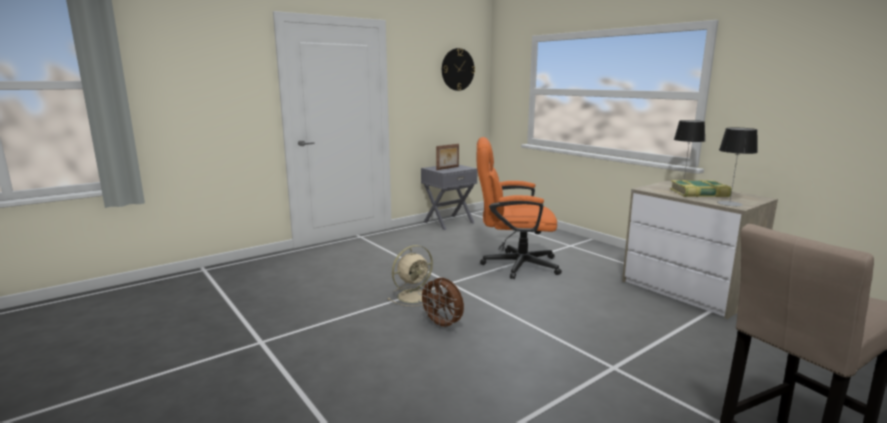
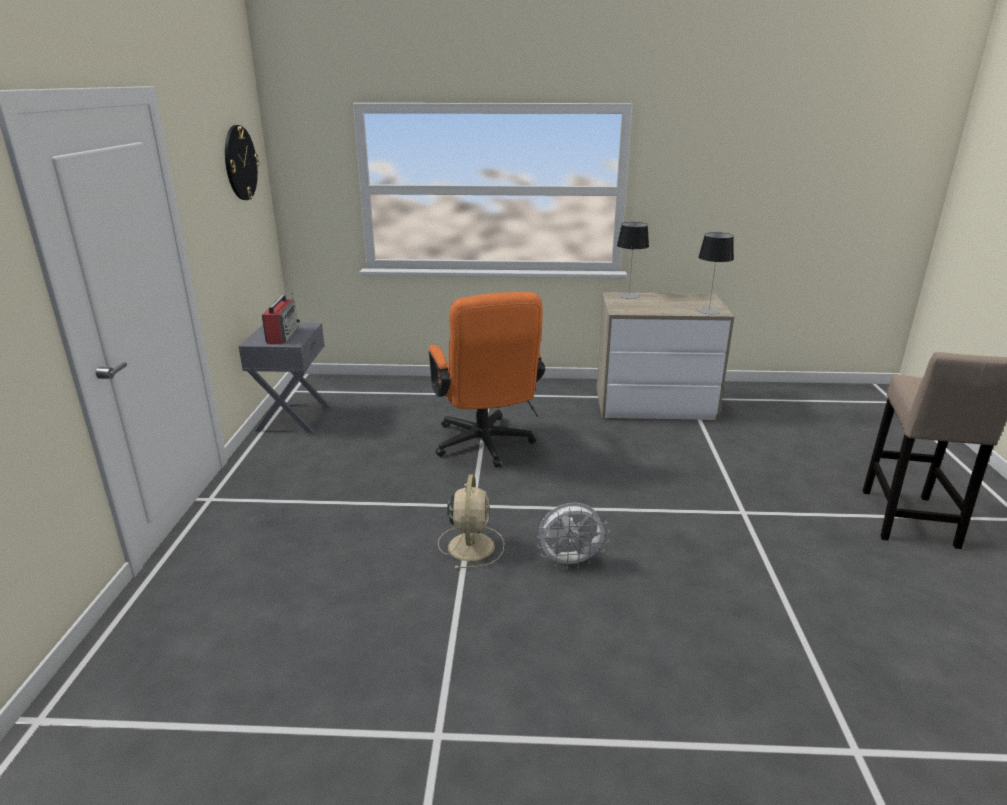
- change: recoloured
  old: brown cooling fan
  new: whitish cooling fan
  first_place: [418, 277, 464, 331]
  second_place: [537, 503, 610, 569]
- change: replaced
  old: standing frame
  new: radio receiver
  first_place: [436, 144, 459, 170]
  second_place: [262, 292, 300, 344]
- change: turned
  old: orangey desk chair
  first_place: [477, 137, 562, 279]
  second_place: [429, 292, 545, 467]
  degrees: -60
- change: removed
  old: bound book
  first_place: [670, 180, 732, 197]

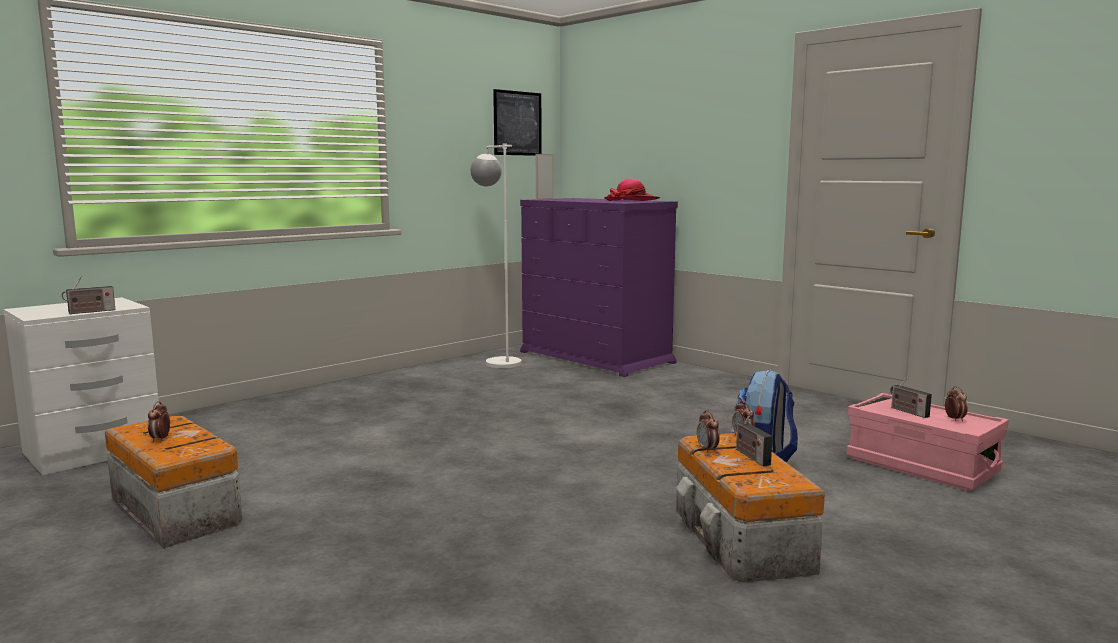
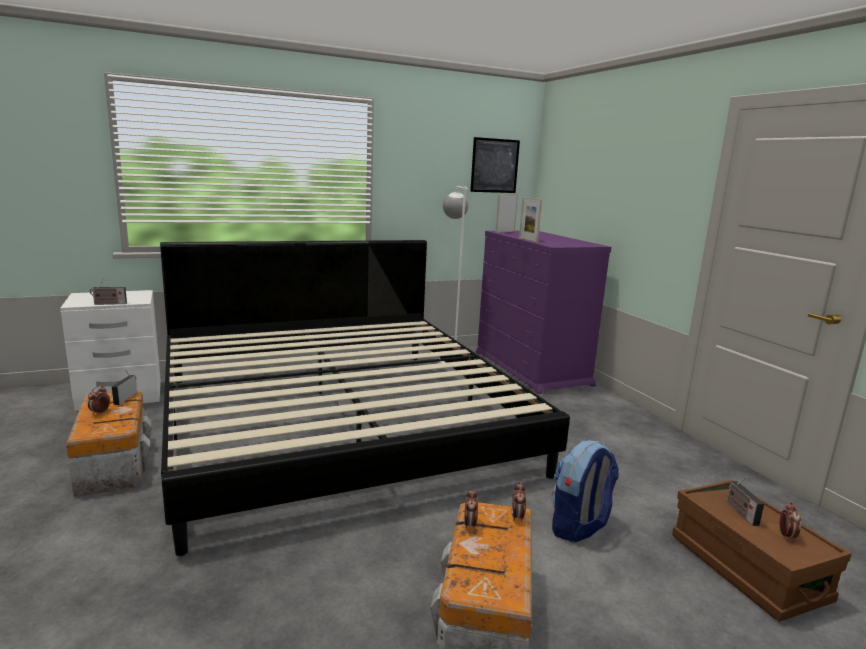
- change: removed
  old: hat
  first_place: [604, 179, 660, 201]
- change: moved
  old: radio receiver
  first_place: [736, 411, 772, 466]
  second_place: [112, 369, 137, 405]
- change: recoloured
  old: pinkish storage bin
  new: brown storage bin
  first_place: [847, 393, 1009, 491]
  second_place: [672, 479, 852, 622]
- change: added
  new: bed
  second_place: [160, 240, 570, 556]
- change: added
  new: standing frame
  second_place: [519, 197, 542, 242]

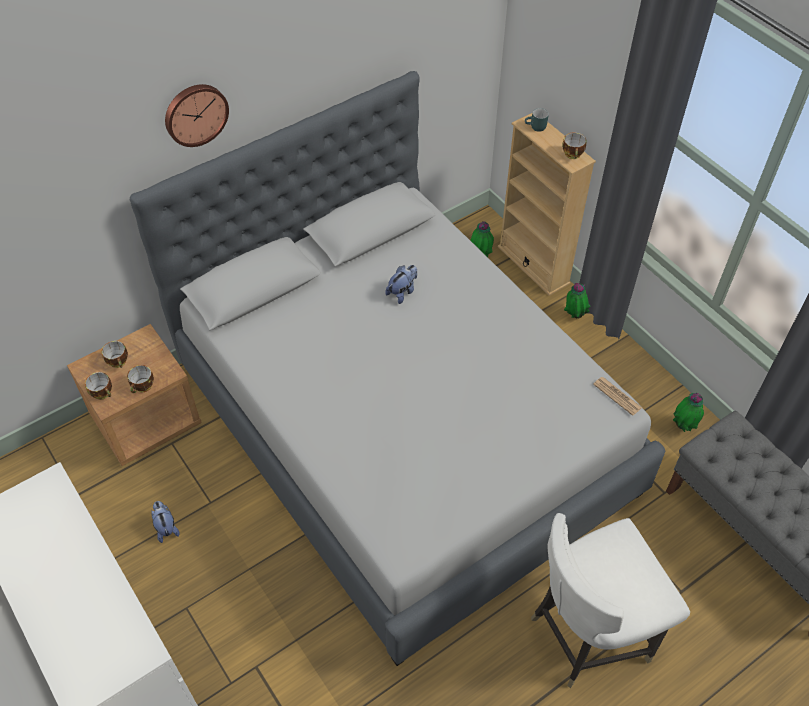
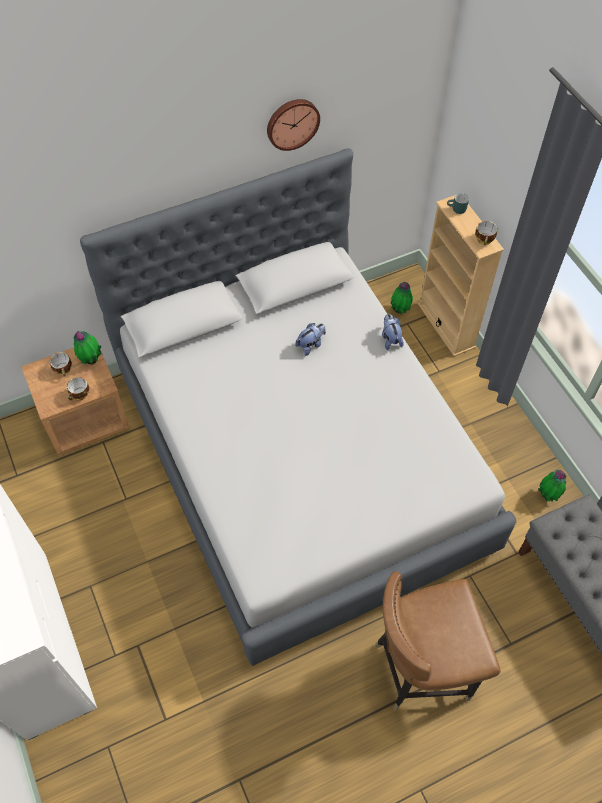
- change: removed
  old: small cup
  first_place: [85, 372, 112, 400]
- change: moved
  old: soft toy
  first_place: [151, 501, 180, 543]
  second_place: [382, 314, 404, 350]
- change: moved
  old: hanging clock
  first_place: [165, 84, 229, 147]
  second_place: [267, 99, 320, 151]
- change: recoloured
  old: whitish plain chair
  new: brown plain chair
  first_place: [531, 513, 690, 688]
  second_place: [375, 571, 501, 711]
- change: moved
  old: plant in a pot
  first_place: [564, 283, 591, 318]
  second_place: [74, 331, 101, 365]
- change: removed
  old: newspaper
  first_place: [593, 377, 642, 416]

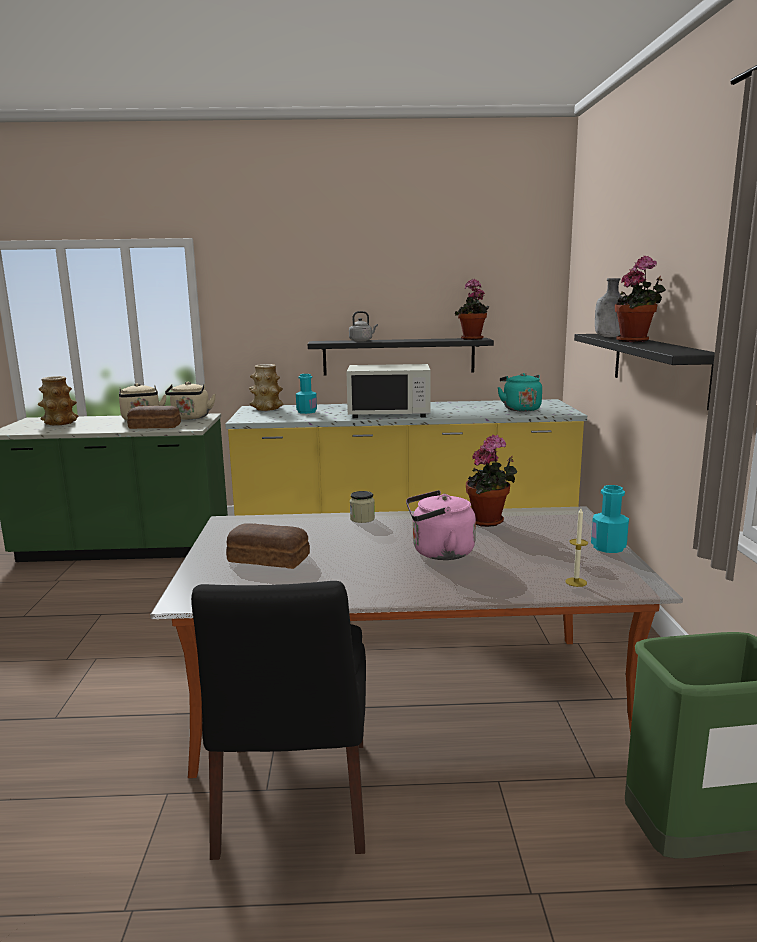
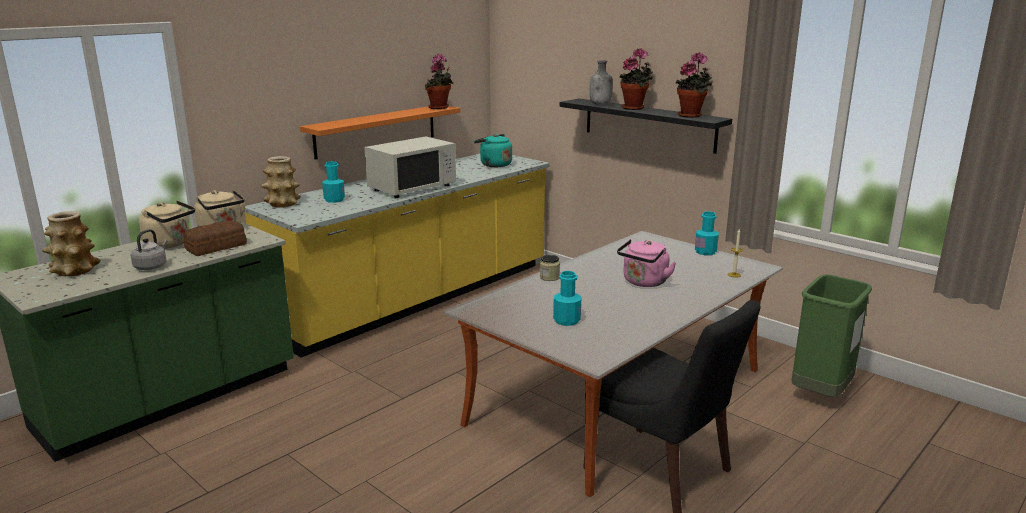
- change: replaced
  old: bread
  new: turquoise drink bottle
  first_place: [226, 524, 310, 569]
  second_place: [553, 271, 582, 326]
- change: recoloured
  old: blackish bracket shelf
  new: orangey bracket shelf
  first_place: [308, 338, 494, 375]
  second_place: [300, 106, 460, 160]
- change: moved
  old: grey tea kettle
  first_place: [349, 311, 378, 342]
  second_place: [131, 229, 168, 270]
- change: moved
  old: plant in a pot
  first_place: [466, 435, 517, 527]
  second_place: [676, 52, 712, 118]

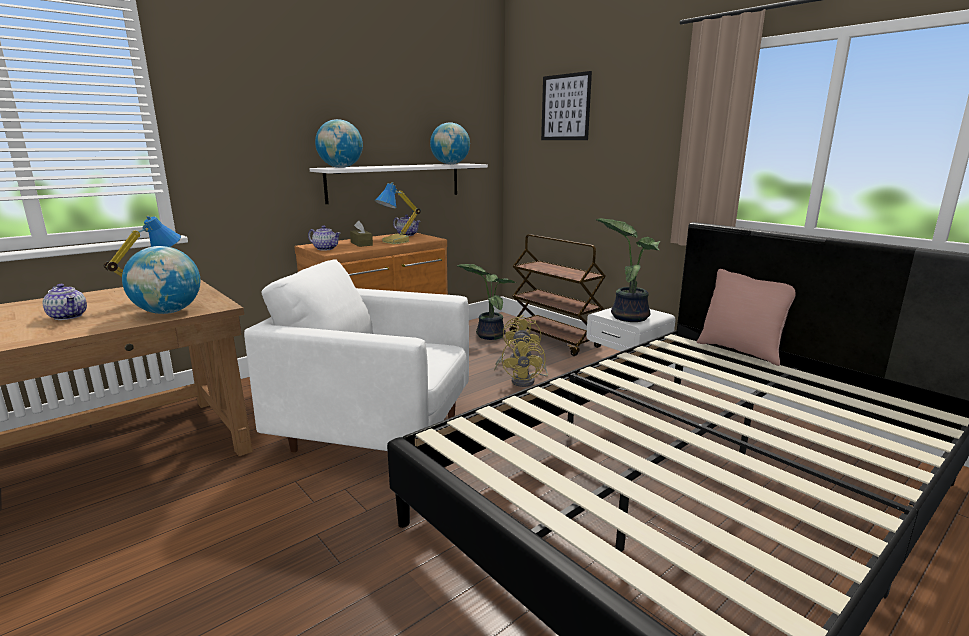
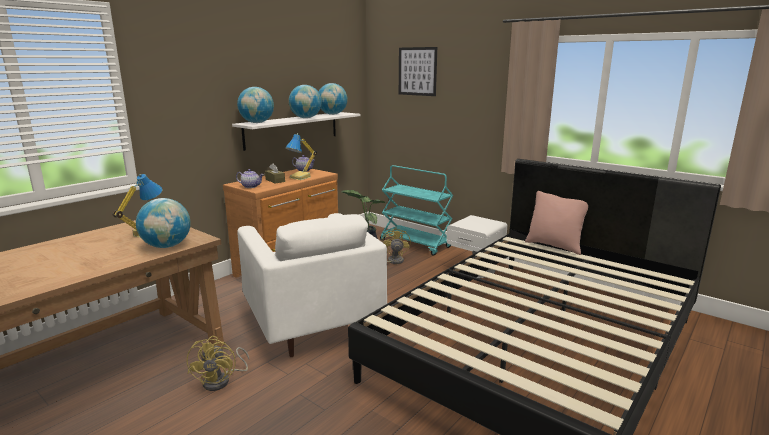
- change: removed
  old: teapot
  first_place: [43, 284, 87, 320]
- change: turned
  old: whitish armchair
  first_place: [244, 259, 469, 452]
  second_place: [237, 213, 387, 357]
  degrees: -120
- change: moved
  old: yellowish cooling fan
  first_place: [502, 336, 548, 387]
  second_place: [187, 336, 249, 391]
- change: recoloured
  old: brown wheeled cart
  new: turquoise wheeled cart
  first_place: [510, 234, 606, 356]
  second_place: [380, 165, 453, 256]
- change: removed
  old: plant in a pot
  first_place: [595, 218, 660, 322]
- change: added
  new: world globe
  second_place: [289, 85, 322, 118]

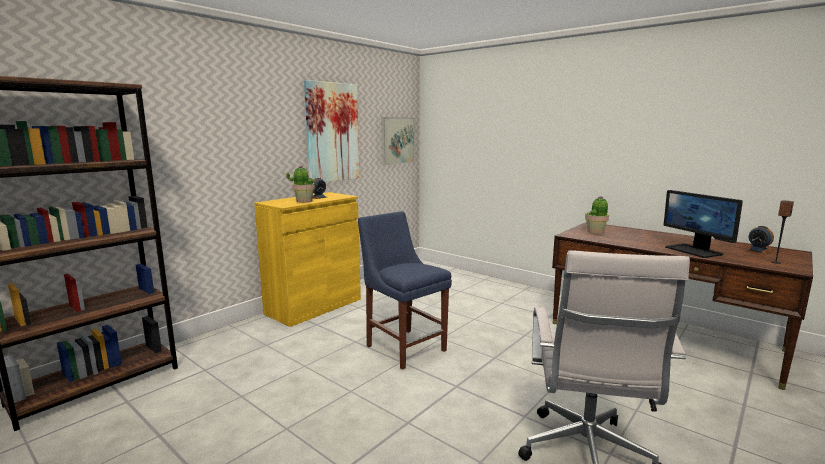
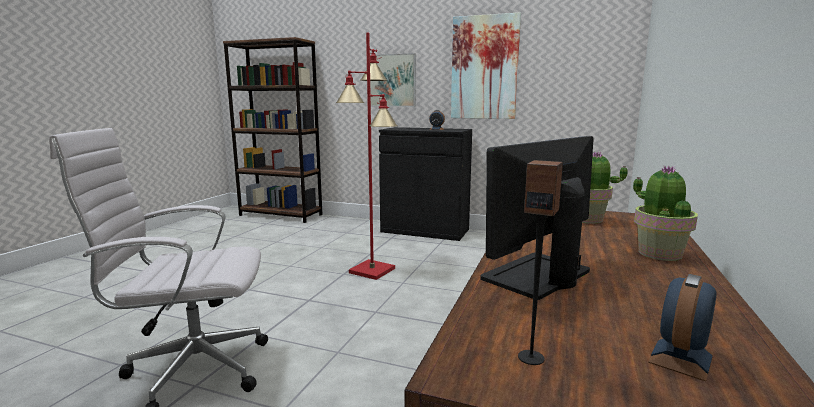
- change: recoloured
  old: yellowish storage cabinet
  new: blackish storage cabinet
  first_place: [254, 192, 361, 327]
  second_place: [379, 127, 472, 241]
- change: moved
  old: plant in a pot
  first_place: [286, 165, 315, 203]
  second_place: [633, 165, 698, 261]
- change: replaced
  old: bluish plain chair
  new: red-coloured standard lamp
  first_place: [358, 211, 452, 370]
  second_place: [336, 32, 398, 280]
- change: moved
  old: wall picture
  first_place: [381, 117, 415, 165]
  second_place: [370, 53, 416, 107]

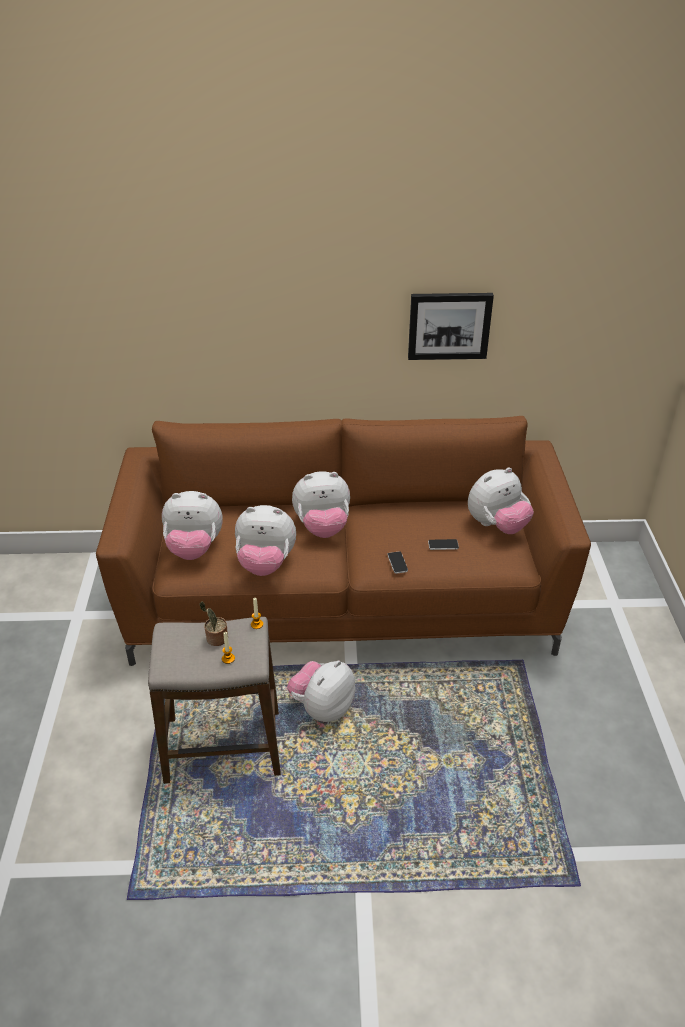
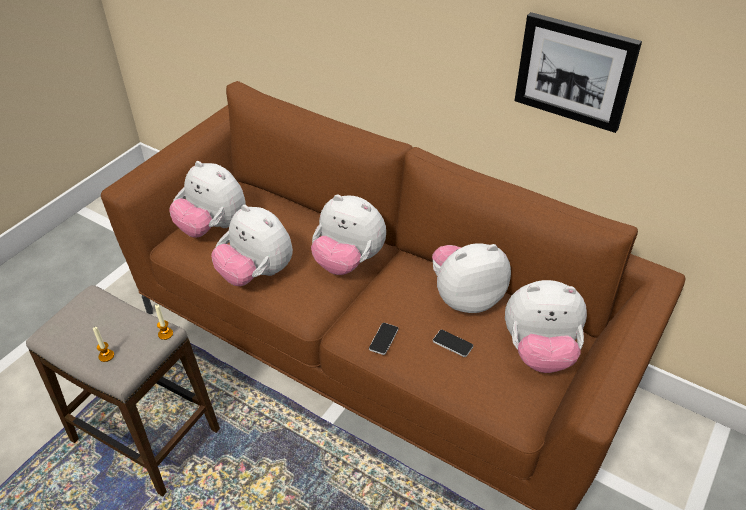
- change: removed
  old: plant in a pot
  first_place: [200, 602, 228, 646]
- change: moved
  old: soft toy
  first_place: [287, 660, 355, 722]
  second_place: [432, 243, 511, 313]

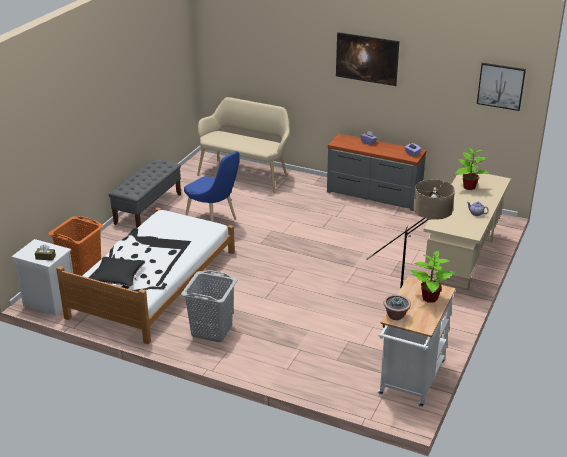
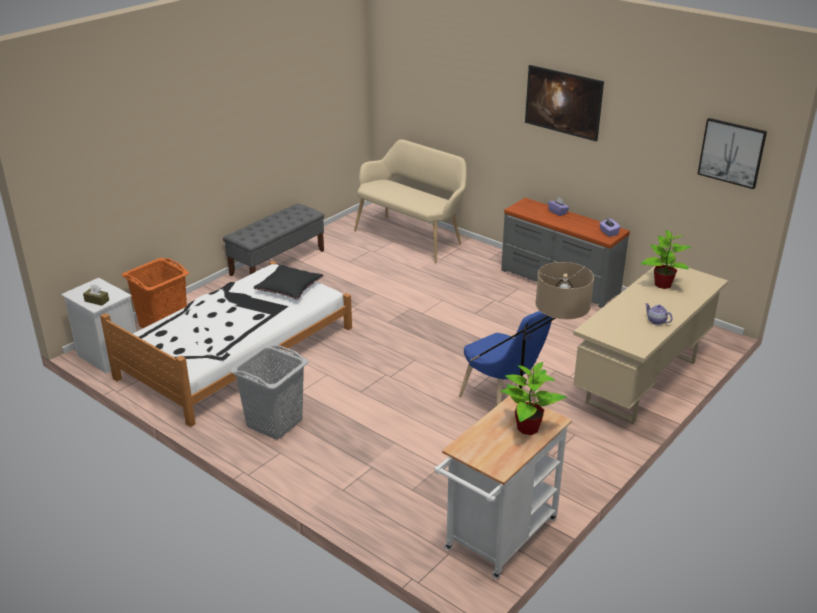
- change: moved
  old: blackish throw pillow
  first_place: [91, 257, 145, 287]
  second_place: [253, 265, 324, 299]
- change: moved
  old: bluish plain chair
  first_place: [184, 151, 240, 222]
  second_place: [459, 311, 553, 406]
- change: removed
  old: plant in a pot
  first_place: [383, 295, 411, 320]

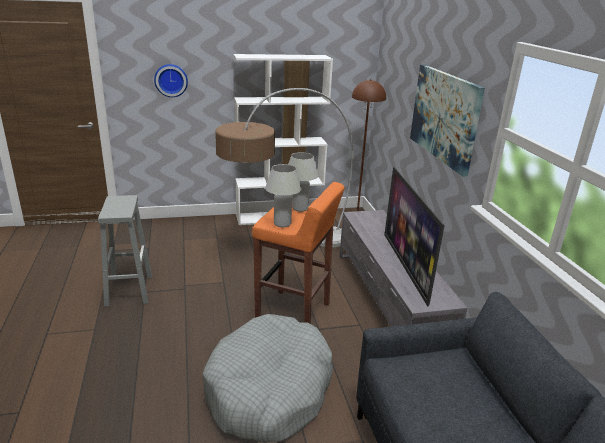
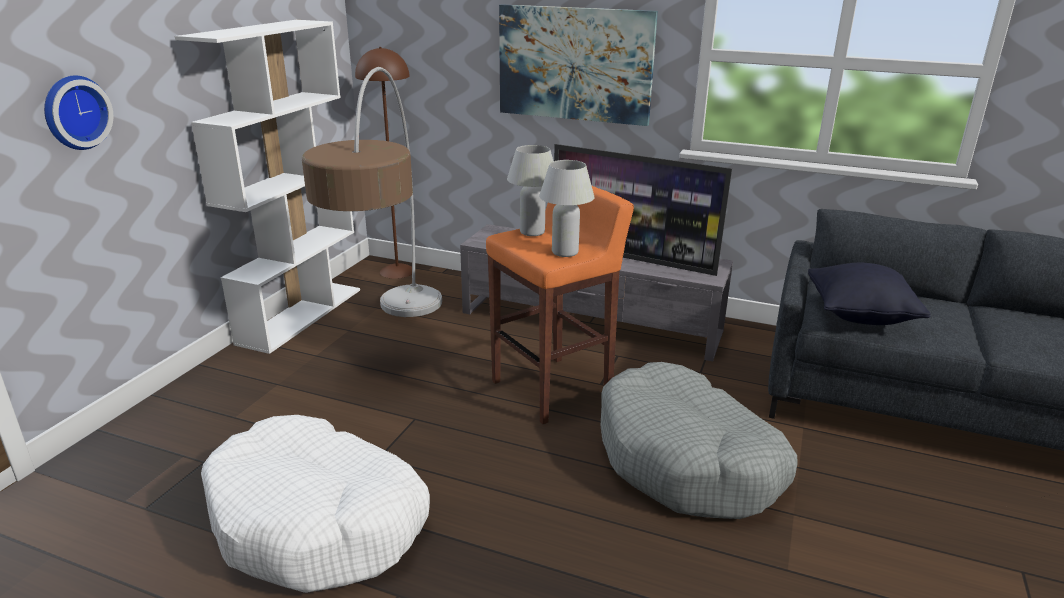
- change: replaced
  old: grey stool seat
  new: whitish dog cushion
  first_place: [98, 195, 152, 307]
  second_place: [201, 415, 430, 593]
- change: added
  new: blackish throw pillow
  second_place: [808, 263, 931, 325]

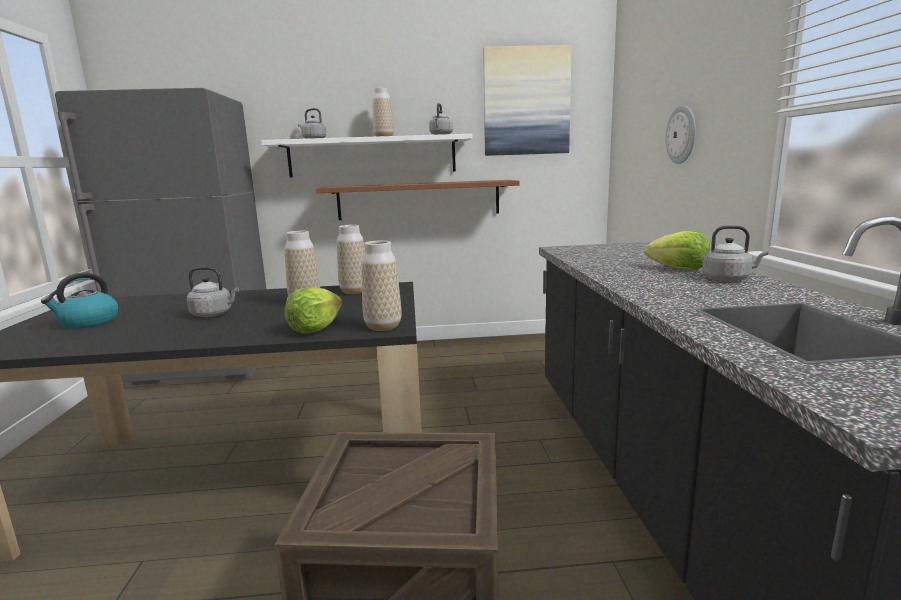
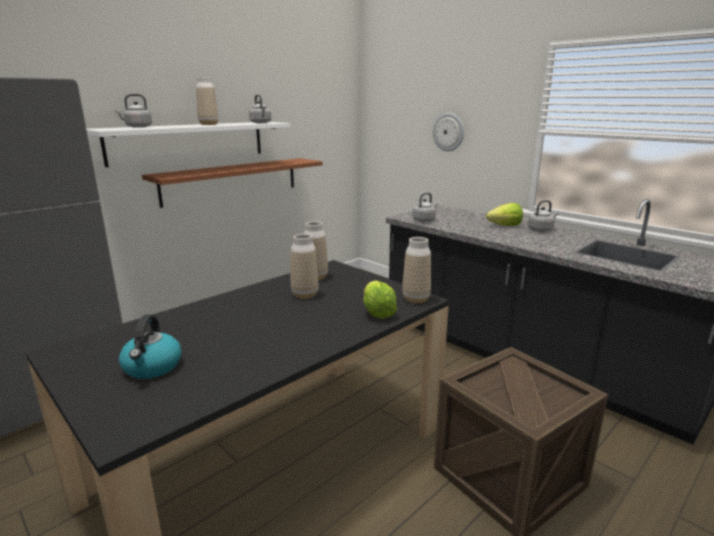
- change: moved
  old: grey tea kettle
  first_place: [187, 267, 239, 317]
  second_place: [413, 192, 438, 222]
- change: removed
  old: wall picture
  first_place: [483, 45, 572, 156]

